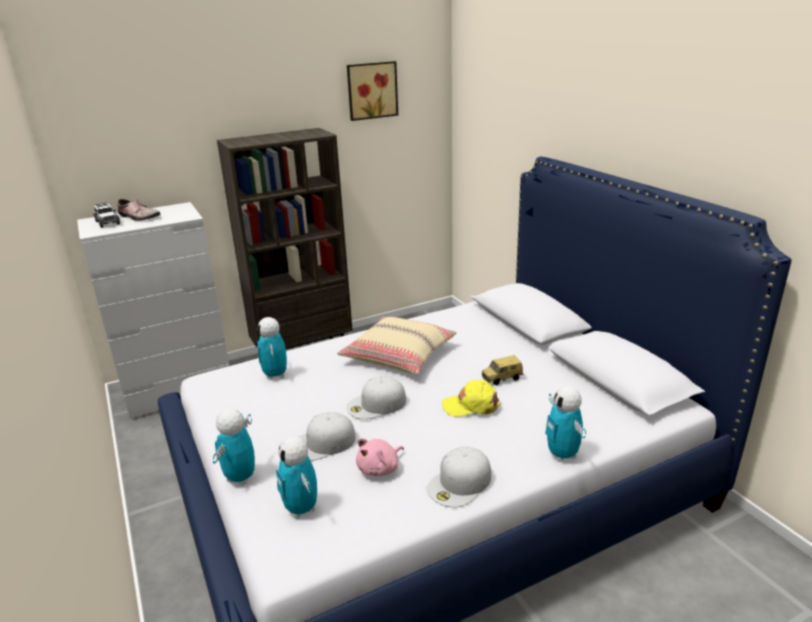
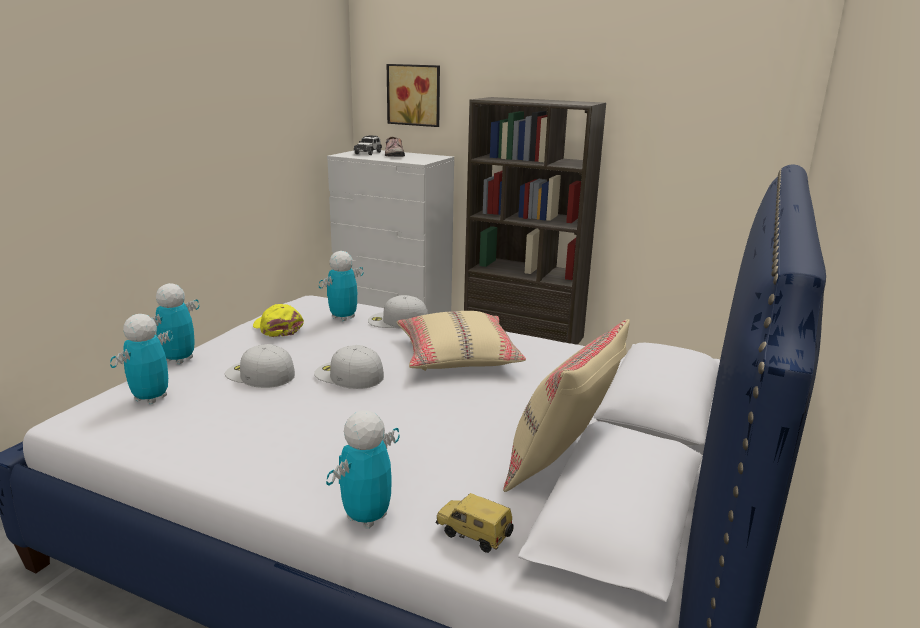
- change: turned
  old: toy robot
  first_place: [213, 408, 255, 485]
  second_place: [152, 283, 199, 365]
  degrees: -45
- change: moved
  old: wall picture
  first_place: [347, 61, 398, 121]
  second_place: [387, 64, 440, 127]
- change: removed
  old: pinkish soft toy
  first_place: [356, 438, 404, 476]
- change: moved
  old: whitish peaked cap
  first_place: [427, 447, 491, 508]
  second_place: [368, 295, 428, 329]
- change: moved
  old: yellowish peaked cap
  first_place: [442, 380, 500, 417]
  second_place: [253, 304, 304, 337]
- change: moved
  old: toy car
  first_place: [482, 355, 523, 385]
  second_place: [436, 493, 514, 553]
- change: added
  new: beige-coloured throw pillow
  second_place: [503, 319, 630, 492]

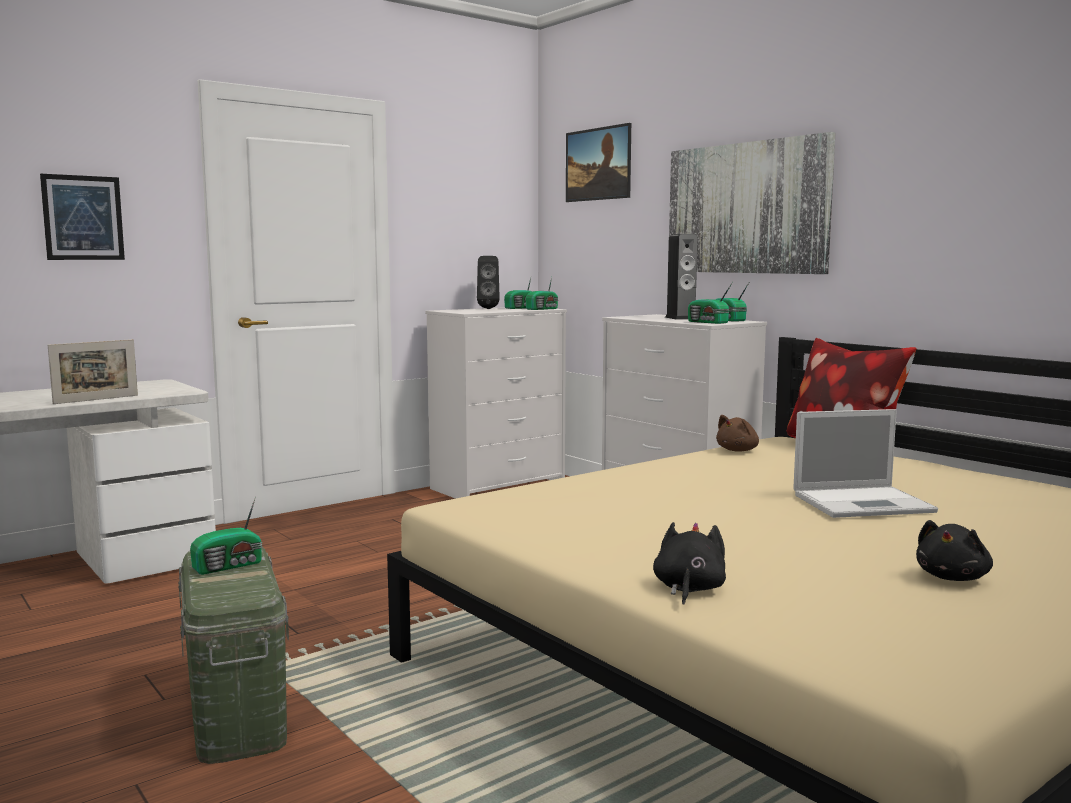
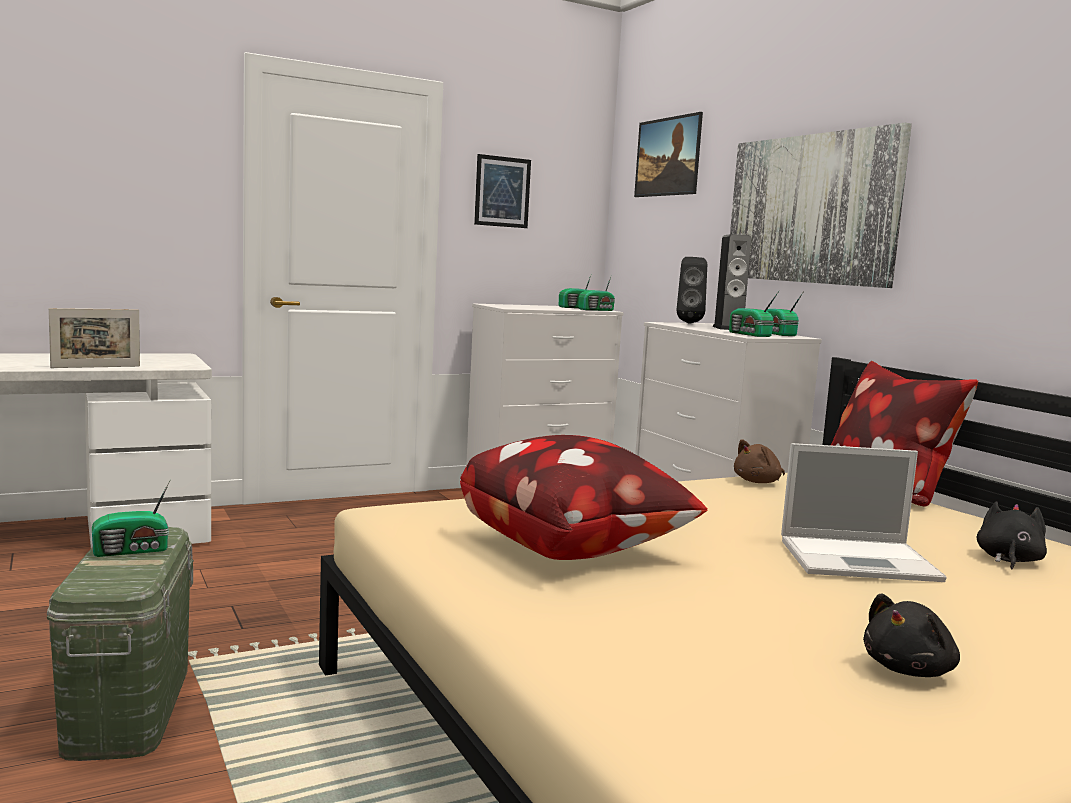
- change: moved
  old: wall picture
  first_place: [40, 174, 125, 260]
  second_place: [474, 154, 531, 228]
- change: moved
  old: blackish speaker
  first_place: [477, 256, 500, 309]
  second_place: [677, 257, 707, 323]
- change: moved
  old: blackish soft toy
  first_place: [653, 522, 726, 605]
  second_place: [977, 501, 1047, 570]
- change: added
  new: throw pillow
  second_place: [460, 435, 708, 560]

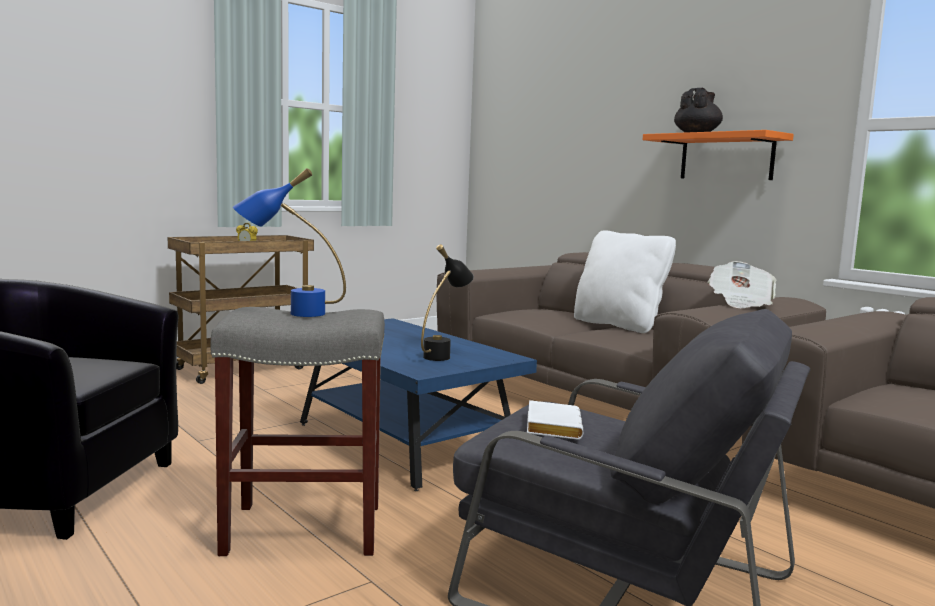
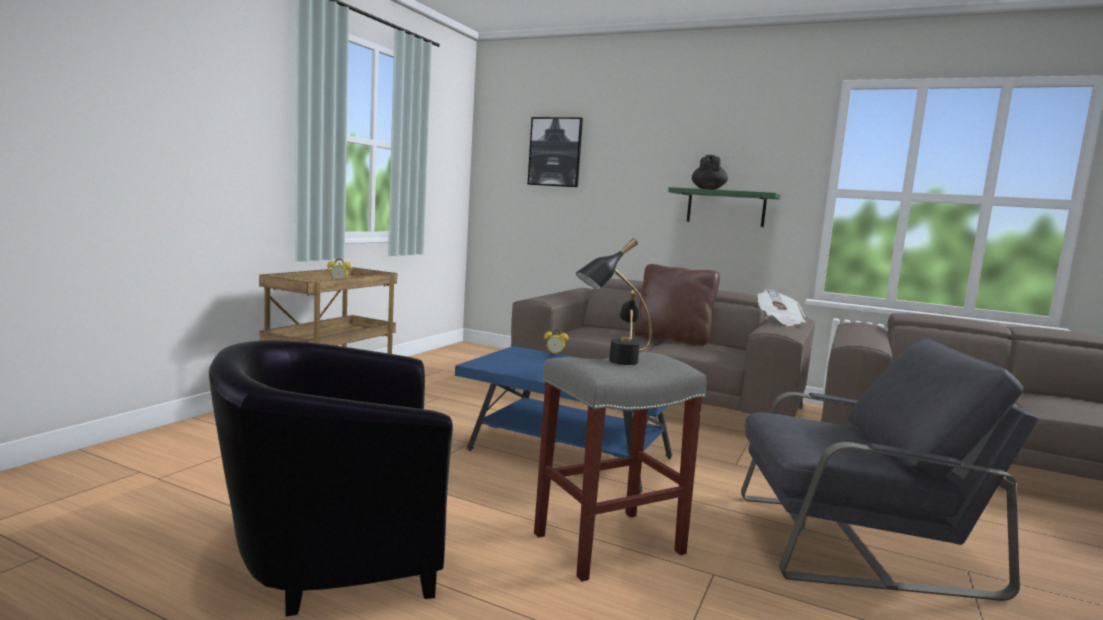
- change: recoloured
  old: bluish table lamp
  new: blackish table lamp
  first_place: [233, 168, 346, 317]
  second_place: [576, 238, 652, 365]
- change: removed
  old: whitish bound book
  first_place: [527, 400, 583, 440]
- change: recoloured
  old: whitish throw pillow
  new: brown throw pillow
  first_place: [574, 230, 676, 333]
  second_place: [634, 264, 720, 346]
- change: recoloured
  old: orangey bracket shelf
  new: green-coloured bracket shelf
  first_place: [643, 130, 794, 180]
  second_place: [668, 187, 780, 227]
- change: added
  new: wall picture
  second_place: [527, 117, 583, 187]
- change: added
  new: alarm clock
  second_place: [544, 329, 569, 356]

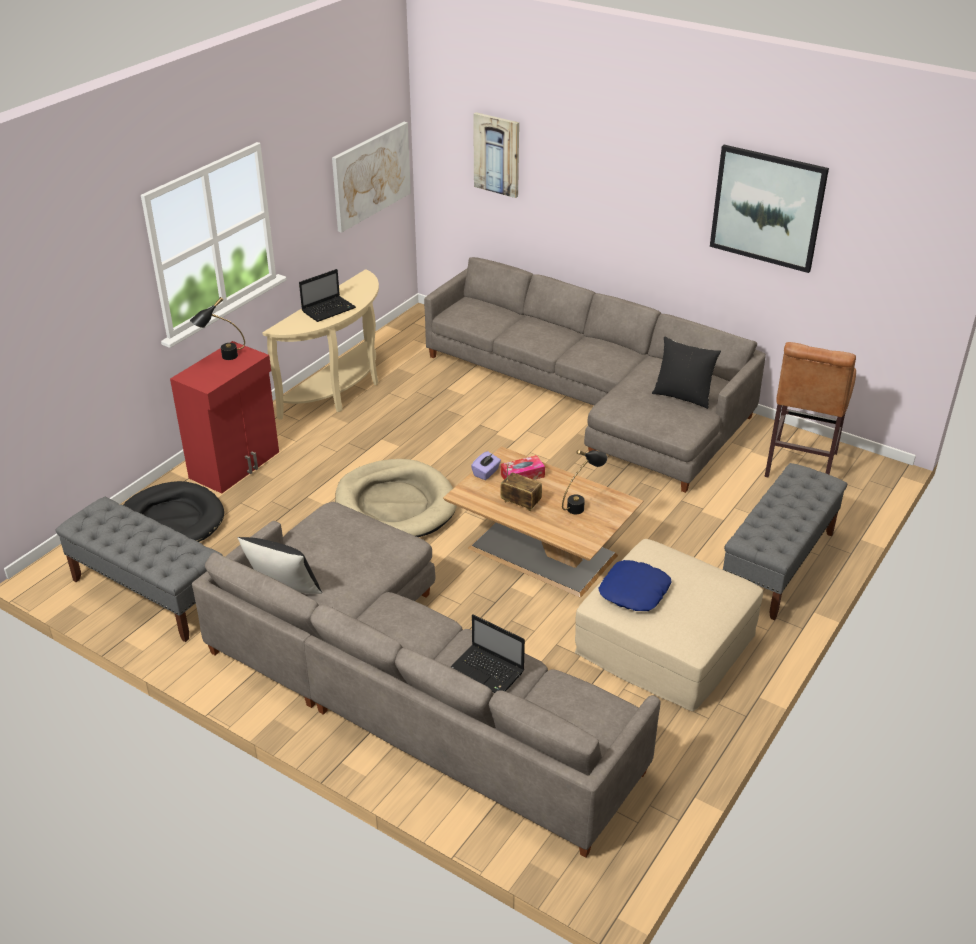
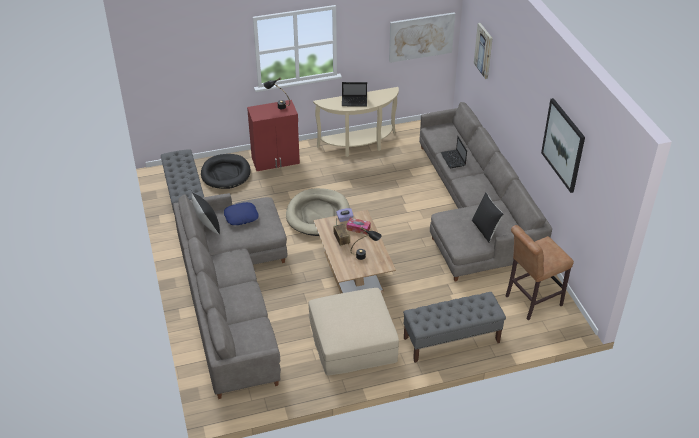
- change: moved
  old: laptop
  first_place: [451, 614, 525, 693]
  second_place: [441, 136, 467, 168]
- change: moved
  old: bluish throw pillow
  first_place: [598, 560, 672, 611]
  second_place: [224, 202, 259, 225]

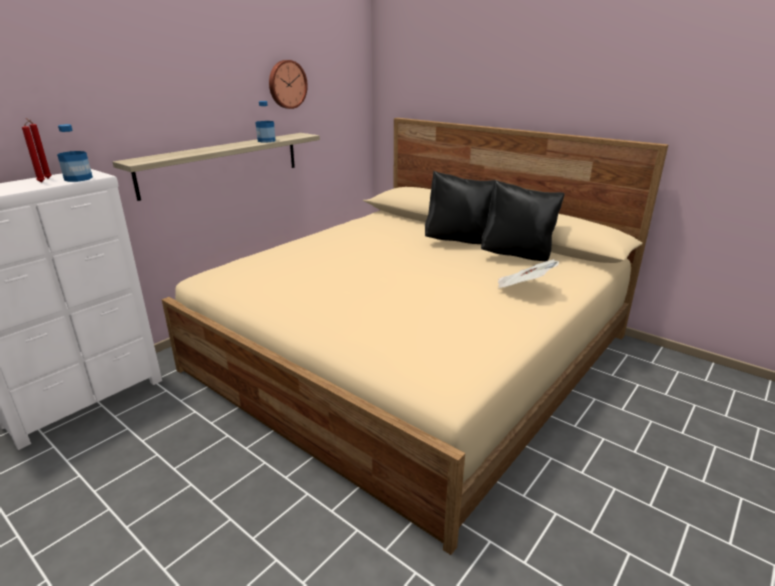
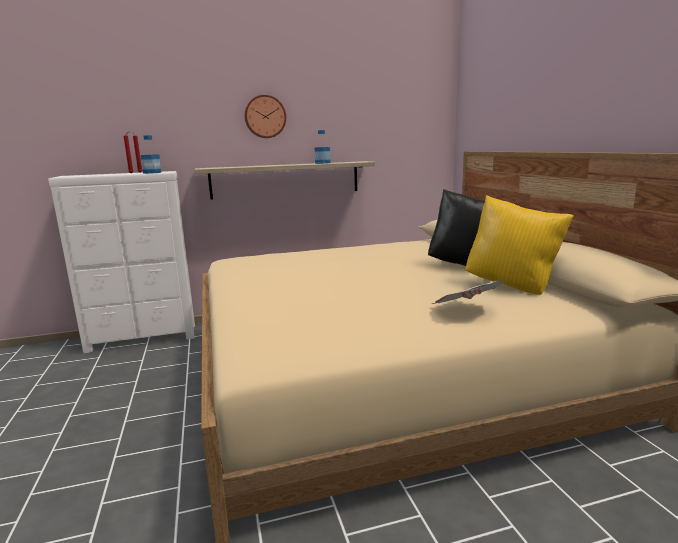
- change: moved
  old: hanging clock
  first_place: [269, 60, 308, 109]
  second_place: [244, 95, 286, 138]
- change: recoloured
  old: blackish throw pillow
  new: yellowish throw pillow
  first_place: [481, 180, 565, 261]
  second_place: [465, 195, 574, 295]

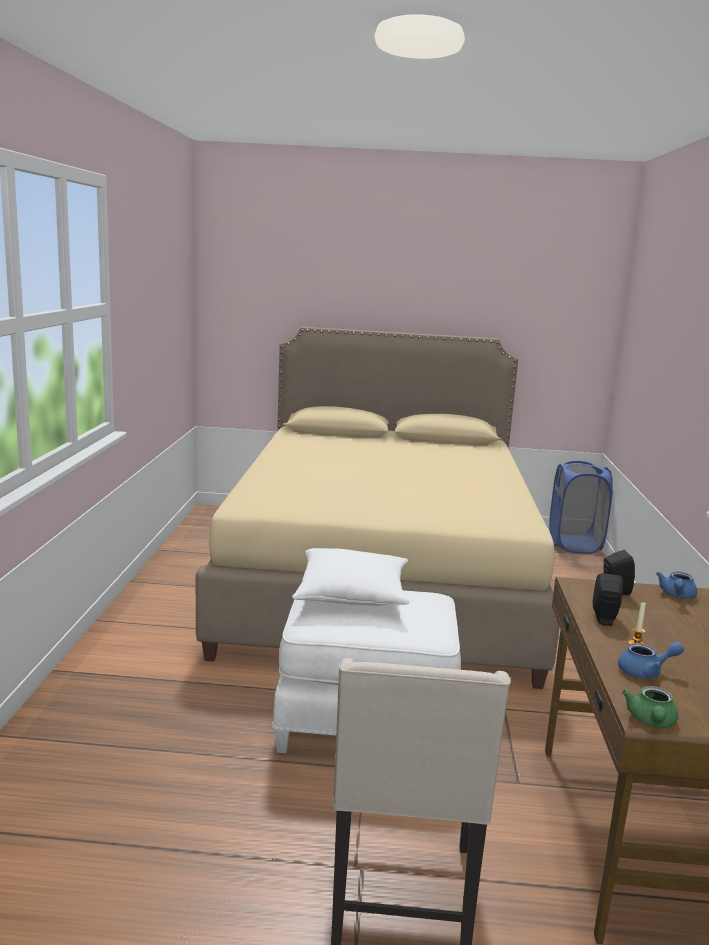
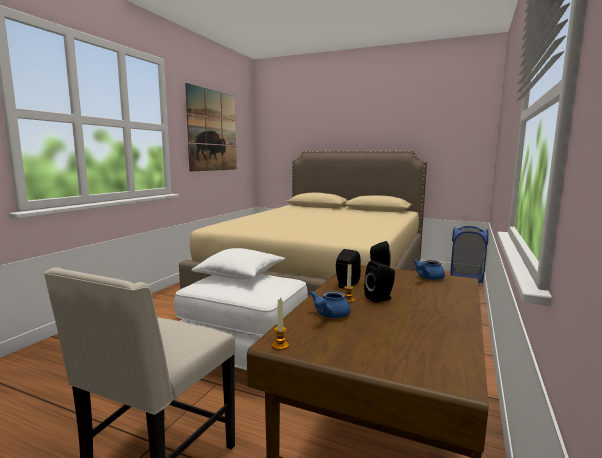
- change: turned
  old: bluish teapot
  first_place: [618, 642, 684, 679]
  second_place: [310, 291, 351, 318]
  degrees: 105
- change: replaced
  old: green-coloured teapot
  new: candle
  first_place: [622, 686, 678, 728]
  second_place: [272, 299, 289, 350]
- change: added
  new: wall picture
  second_place: [185, 83, 237, 172]
- change: added
  new: blackish speaker
  second_place: [364, 260, 395, 303]

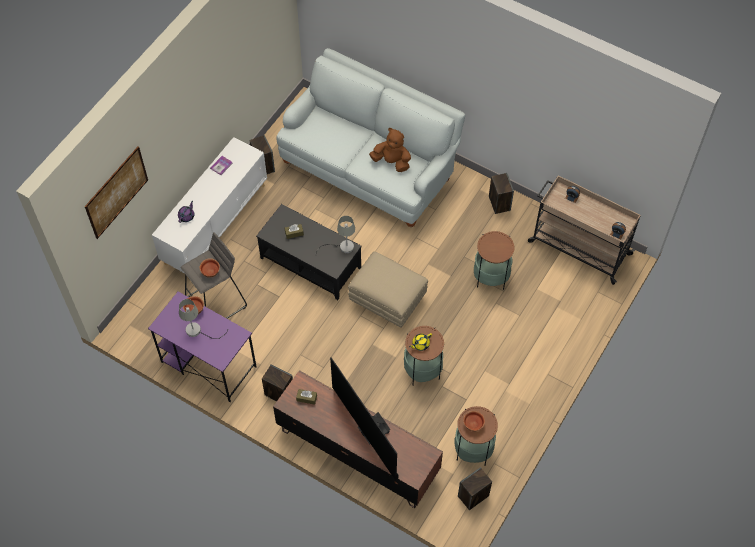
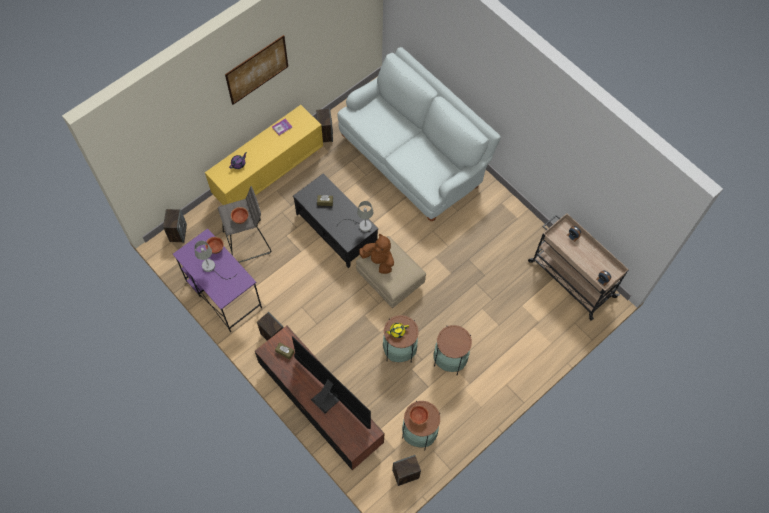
- change: moved
  old: wall picture
  first_place: [85, 146, 148, 239]
  second_place: [225, 35, 288, 105]
- change: recoloured
  old: whitish storage cabinet
  new: yellowish storage cabinet
  first_place: [152, 137, 267, 273]
  second_place: [205, 105, 323, 205]
- change: turned
  old: TV
  first_place: [330, 357, 398, 481]
  second_place: [292, 336, 371, 429]
  degrees: 150
- change: moved
  old: brown soft toy
  first_place: [369, 128, 411, 172]
  second_place: [359, 234, 394, 274]
- change: moved
  old: end table
  first_place: [474, 231, 514, 290]
  second_place: [433, 325, 472, 375]
- change: moved
  old: speaker
  first_place: [489, 173, 514, 214]
  second_place: [163, 209, 187, 243]

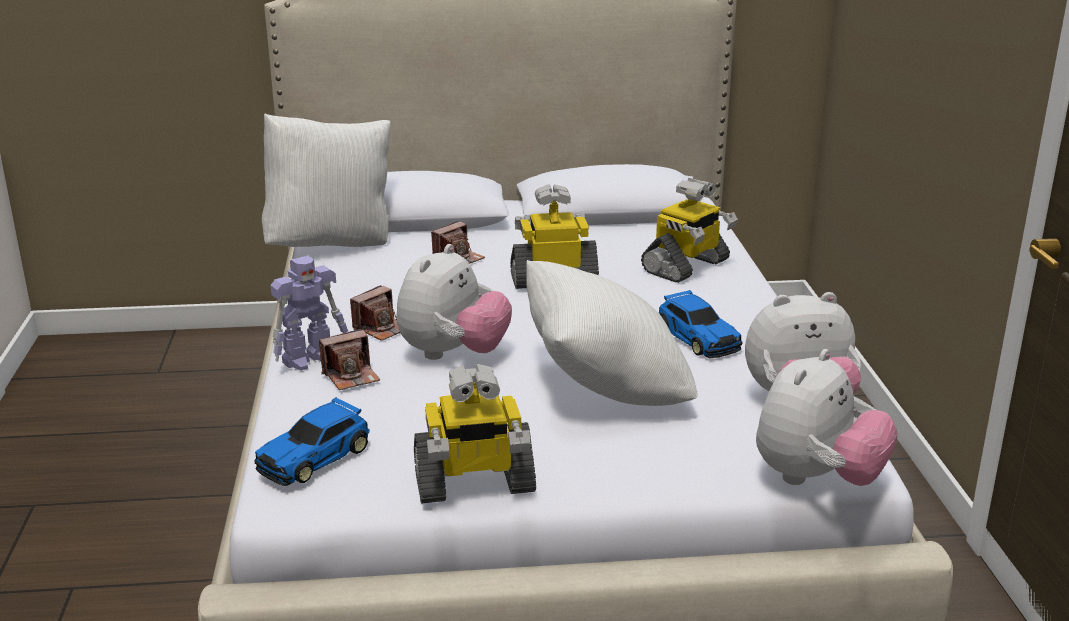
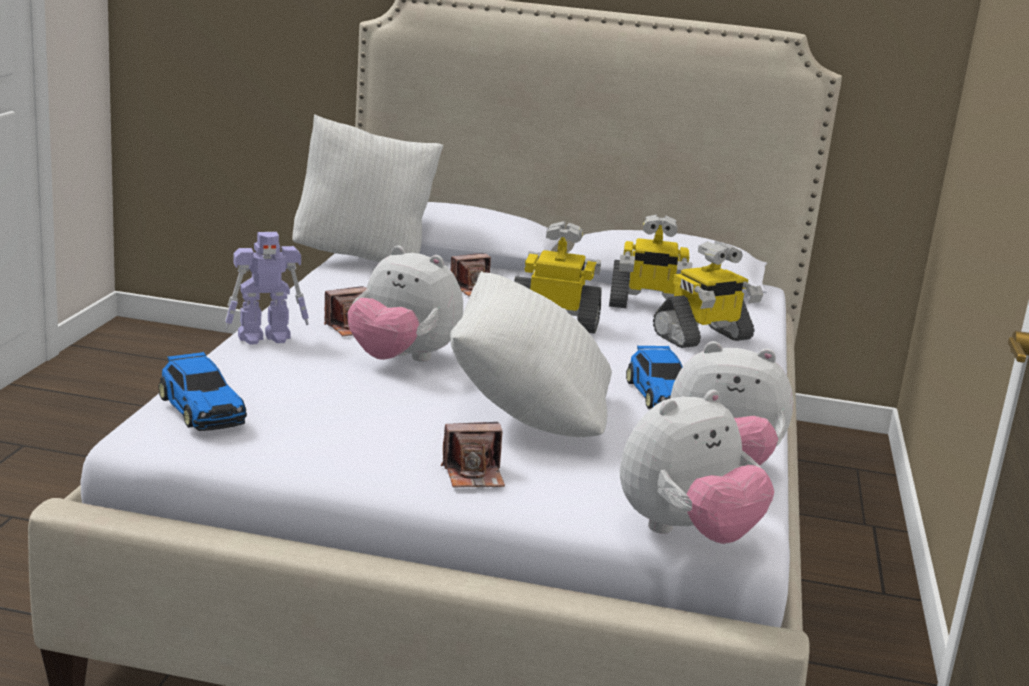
- change: turned
  old: toy car
  first_place: [254, 397, 370, 486]
  second_place: [158, 352, 247, 431]
  degrees: -90
- change: moved
  old: still camera
  first_place: [319, 329, 381, 390]
  second_place: [441, 422, 505, 487]
- change: turned
  old: soft toy
  first_place: [396, 244, 512, 360]
  second_place: [348, 245, 463, 362]
  degrees: 75
- change: moved
  old: toy robot
  first_place: [414, 364, 536, 503]
  second_place: [609, 214, 692, 308]

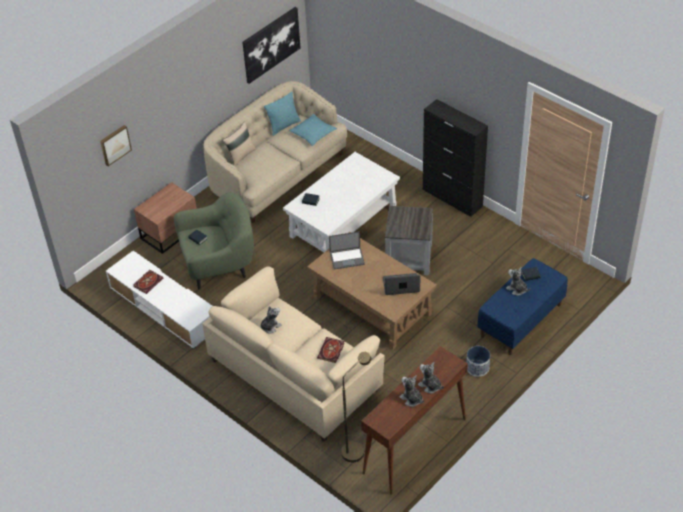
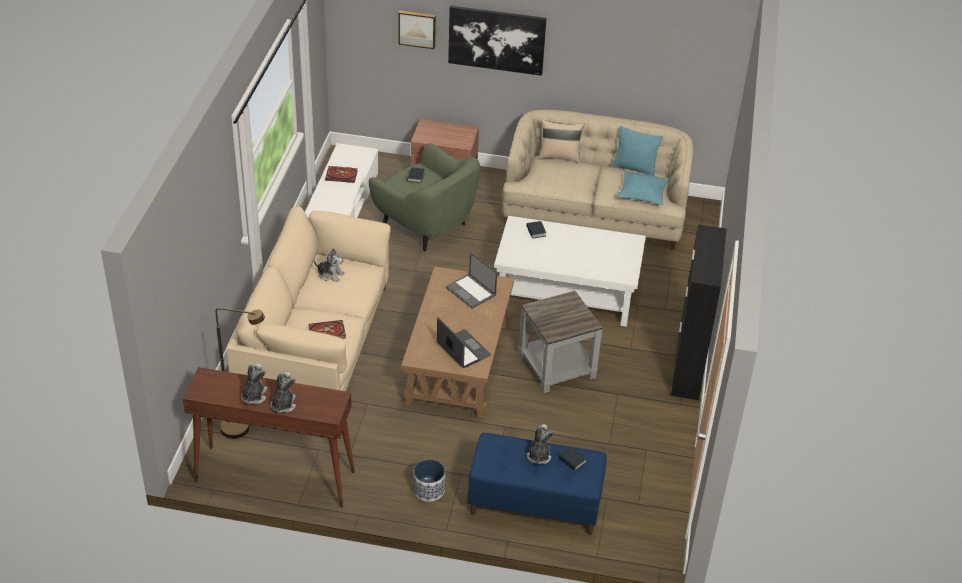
- change: moved
  old: wall picture
  first_place: [242, 7, 300, 84]
  second_place: [448, 6, 547, 76]

